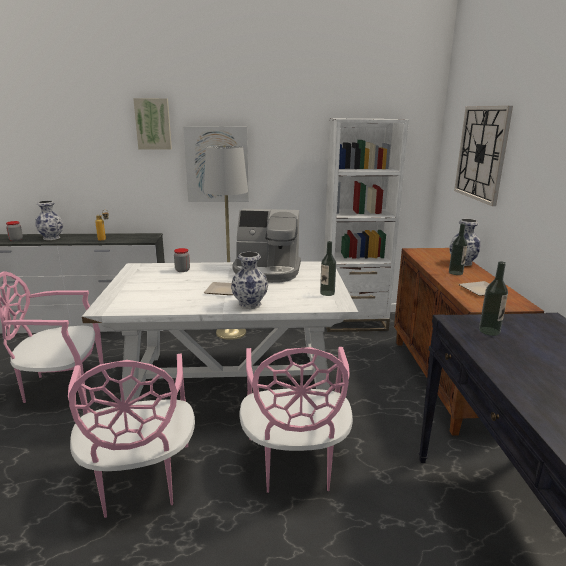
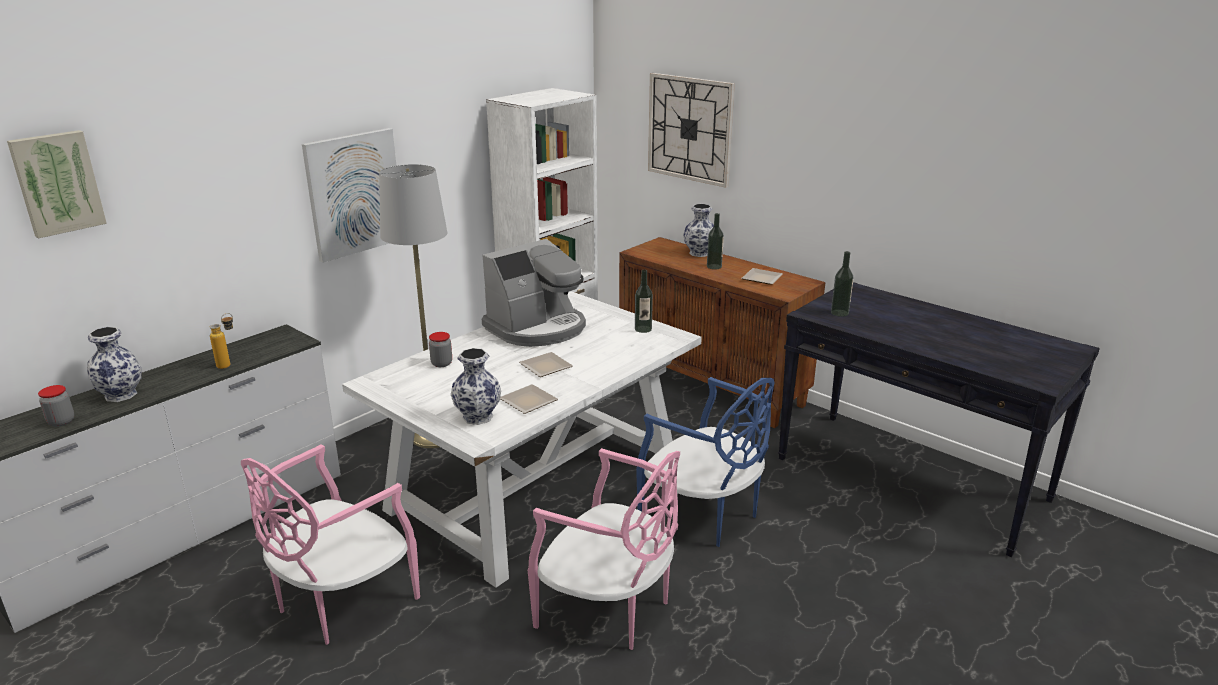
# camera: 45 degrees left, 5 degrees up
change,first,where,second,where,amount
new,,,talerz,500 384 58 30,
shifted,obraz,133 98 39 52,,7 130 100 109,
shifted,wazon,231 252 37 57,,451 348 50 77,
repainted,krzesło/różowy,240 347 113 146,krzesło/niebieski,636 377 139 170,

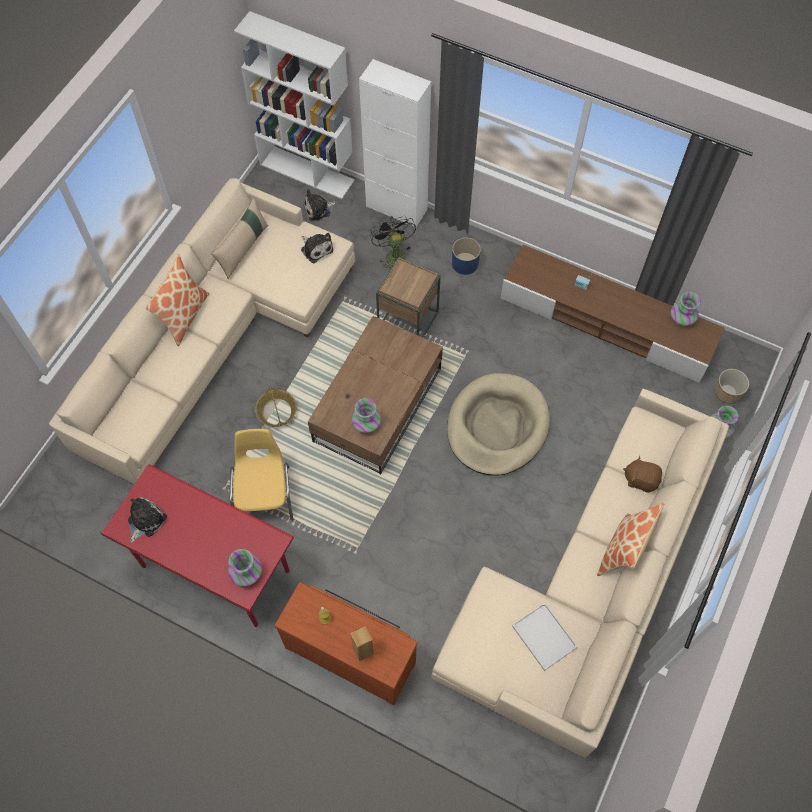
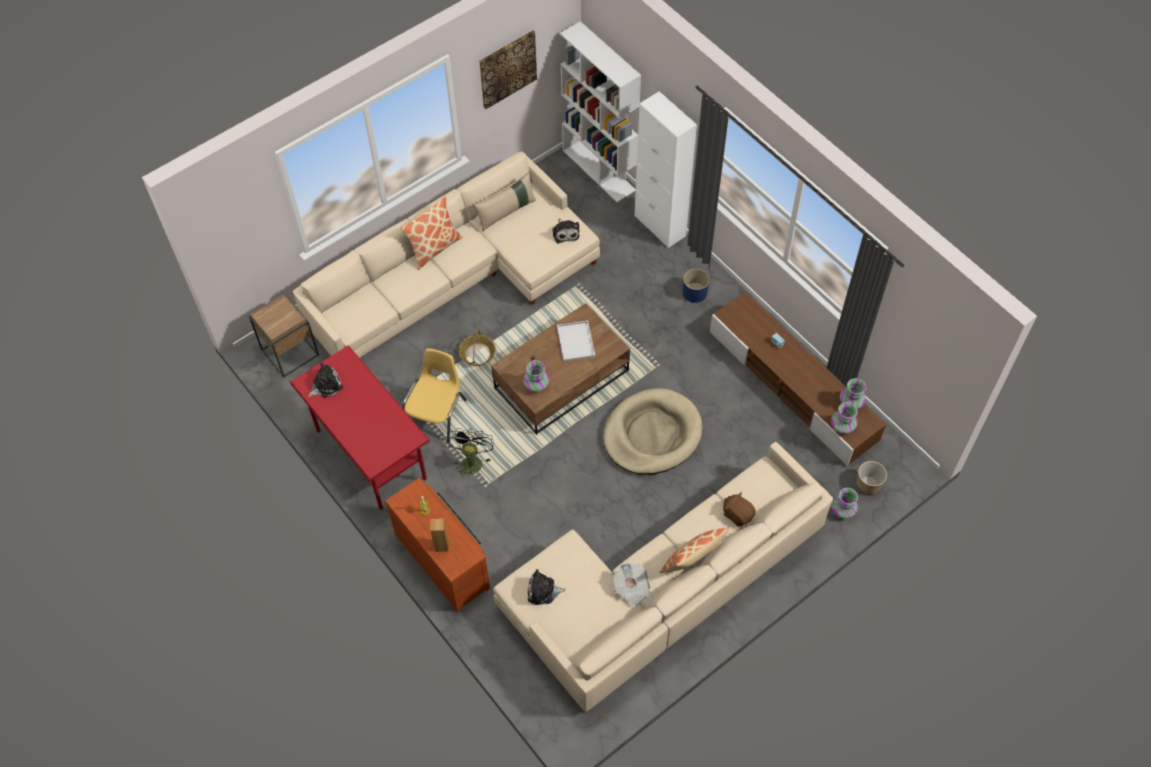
# camera: 25 degrees right, 5 degrees down
change,first,where,second,where,amount
new,,,obraz,479 30 58 79,
new,,,gazeta,614 562 37 46,
shifted,wazon,228 549 34 37,,831 402 27 32,
shifted,pluszak,304 189 33 32,,527 569 39 36,
shifted,wentylator/czarny,370 215 46 54,,447 428 47 49,
shifted,stolik/brązowy,376 258 65 80,,249 294 70 84,
shifted,taca/biały,512 603 66 68,,557 321 38 40,

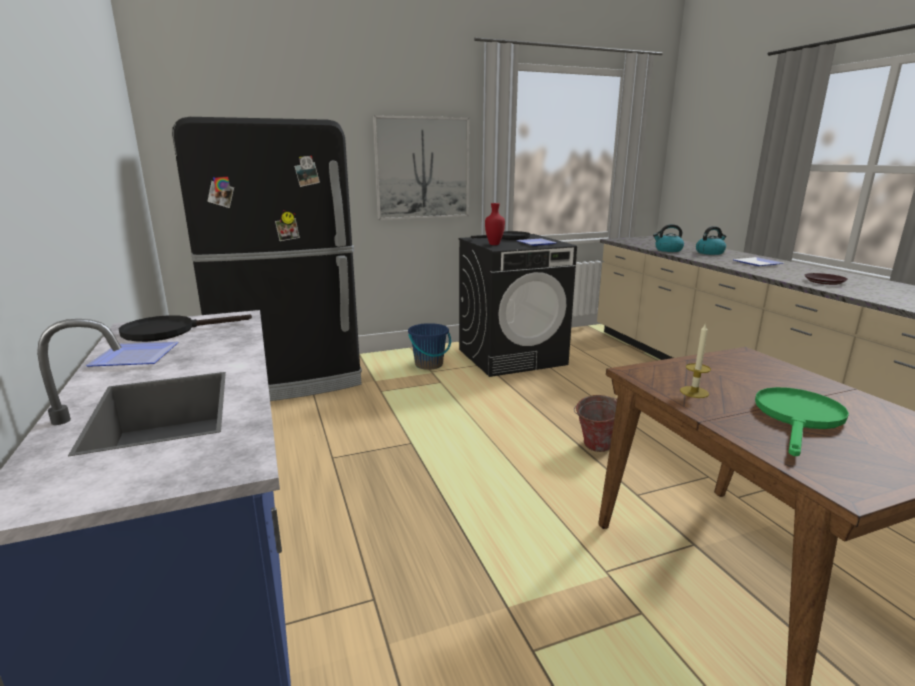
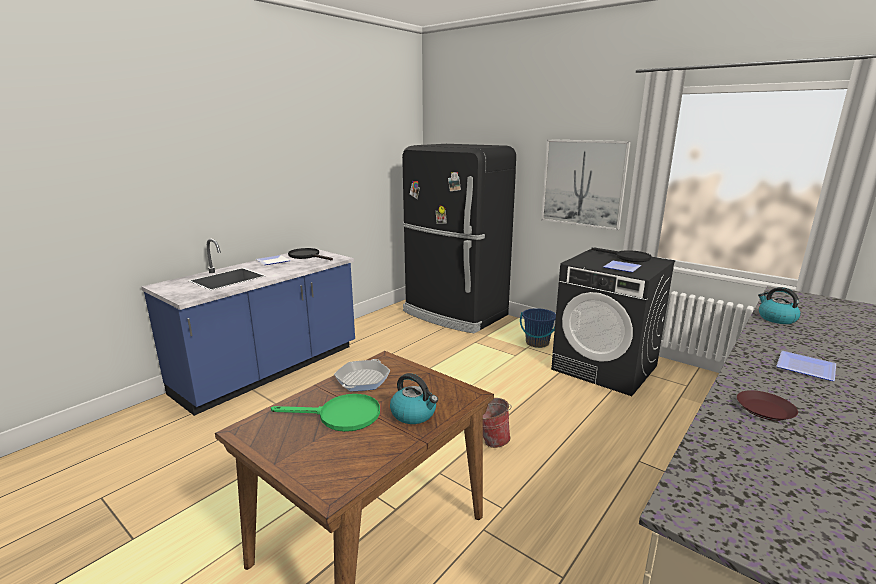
# camera: 60 degrees right, 0 degrees up
change,first,where,second,where,amount
gone,wazon/czerwony,485 203 20 42,,,
shifted,czajnik,696 226 30 29,,390 373 48 51,
swapped,świeca,680 323 31 75,patelnia,334 359 56 32,

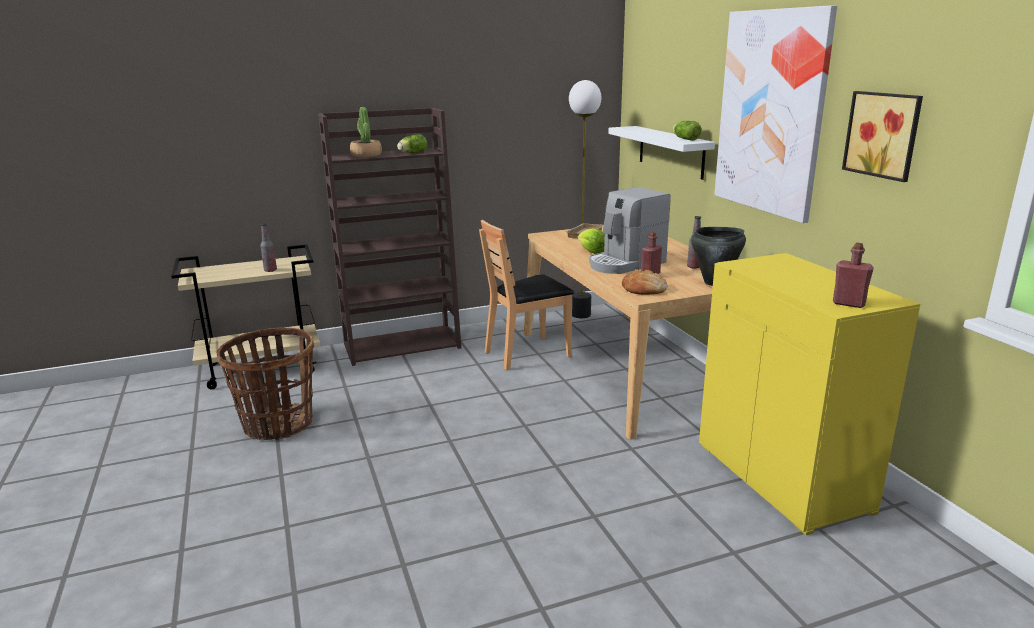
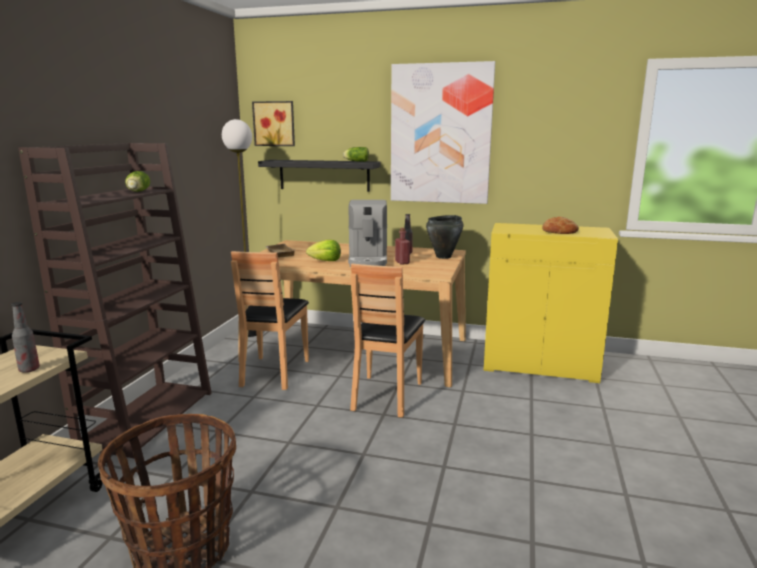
# camera: 55 degrees left, 5 degrees down
change,first,where,second,where,amount
gone,roślina doniczkowa,350 107 32 50,,,
gone,butelka/czerwony,833 243 41 65,,,
new,,,krzesło/brązowy,350 264 75 154,
shifted,chleb,622 270 46 25,,542 217 37 17,
shifted,obraz,842 91 81 91,,252 101 43 45,
repainted,półka/biały,608 126 107 54,półka/czarny,258 160 123 32,

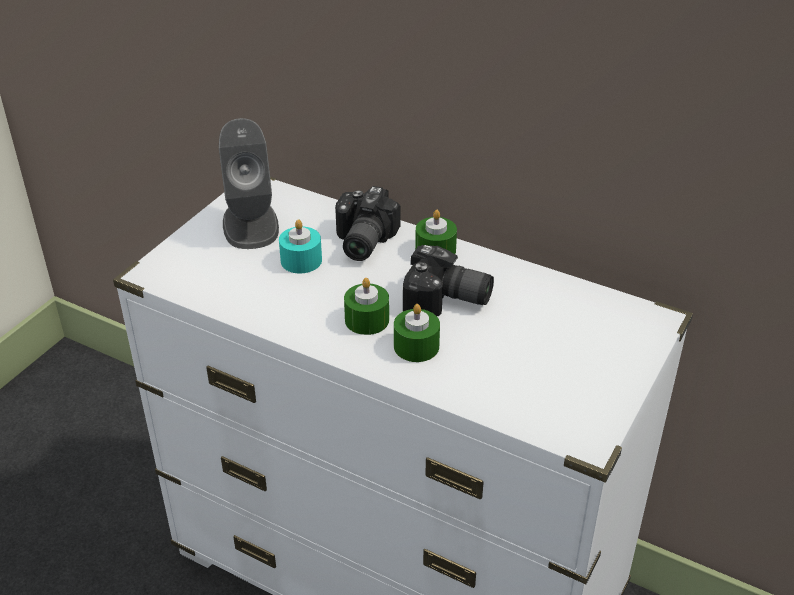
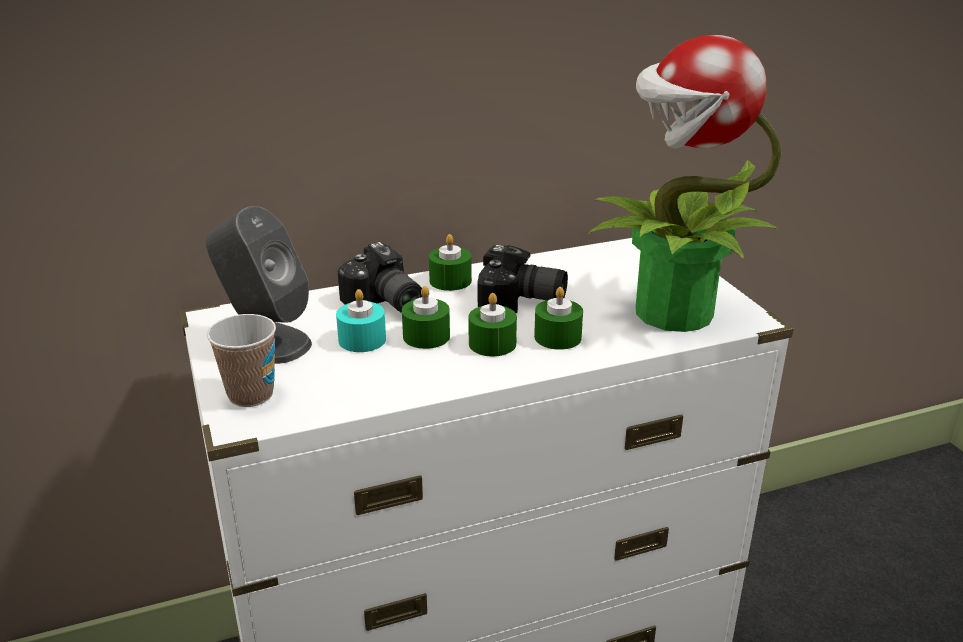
# camera: 50 degrees left, 10 degrees down
change,first,where,second,where,amount
new,,,filiżanka,207 314 69 93,
new,,,świeca/zielony,402 286 48 63,
new,,,roślina doniczkowa,589 35 192 297,
rotated,aparat fotograficzny,403 245 91 71,,477 245 91 68,45 degrees clockwise

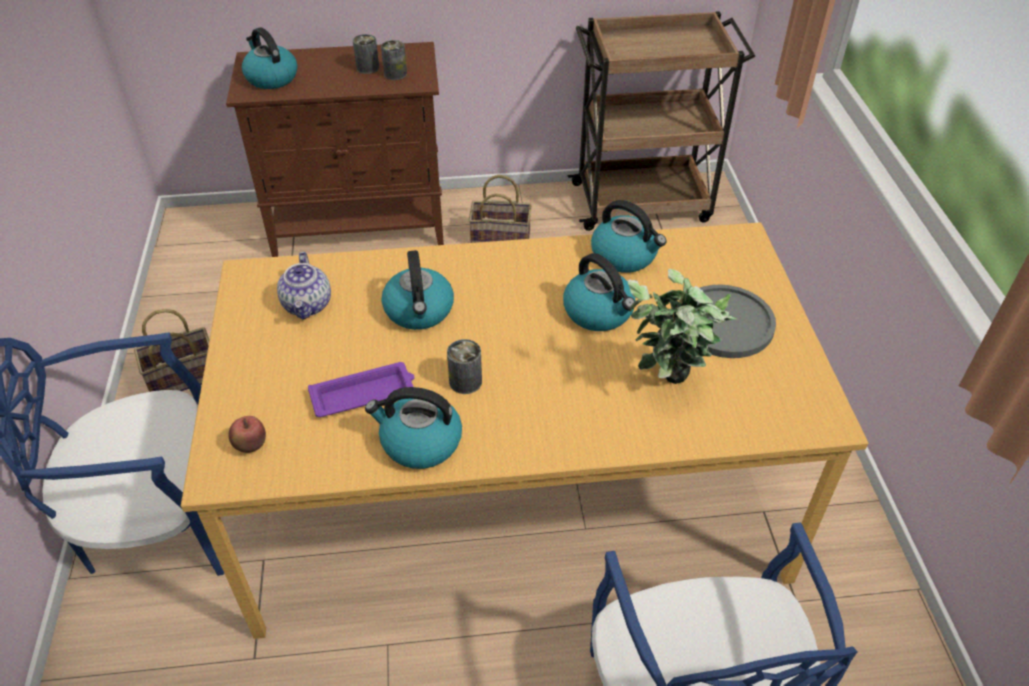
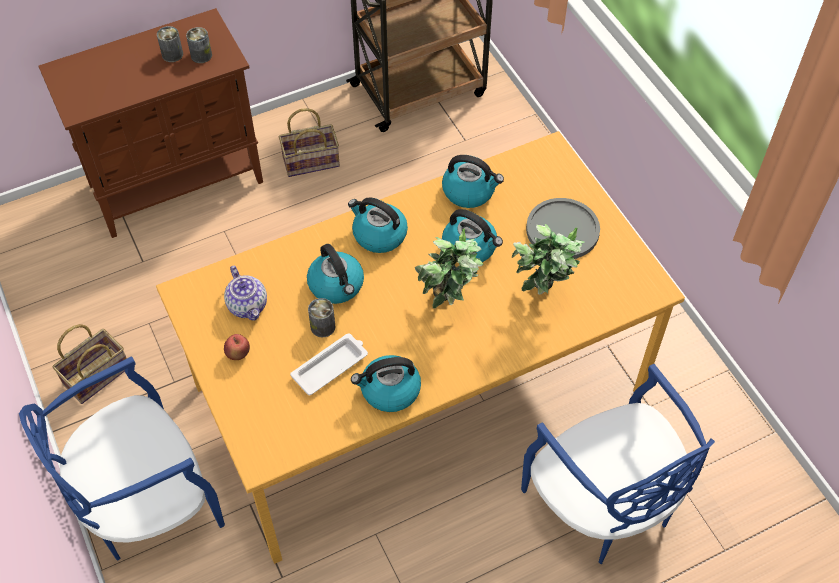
# camera: 20 degrees left, 10 degrees up
change,first,where,second,where,amount
new,,,roślina doniczkowa,415 229 68 80,
shifted,jabłko,228 416 38 37,,224 334 26 26,
shifted,czajnik,242 27 56 62,,348 197 60 56,
shifted,puszka,447 339 35 55,,308 298 27 39,
repainted,taca/fioletowy,308 362 106 55,taca/biały,290 333 78 62,

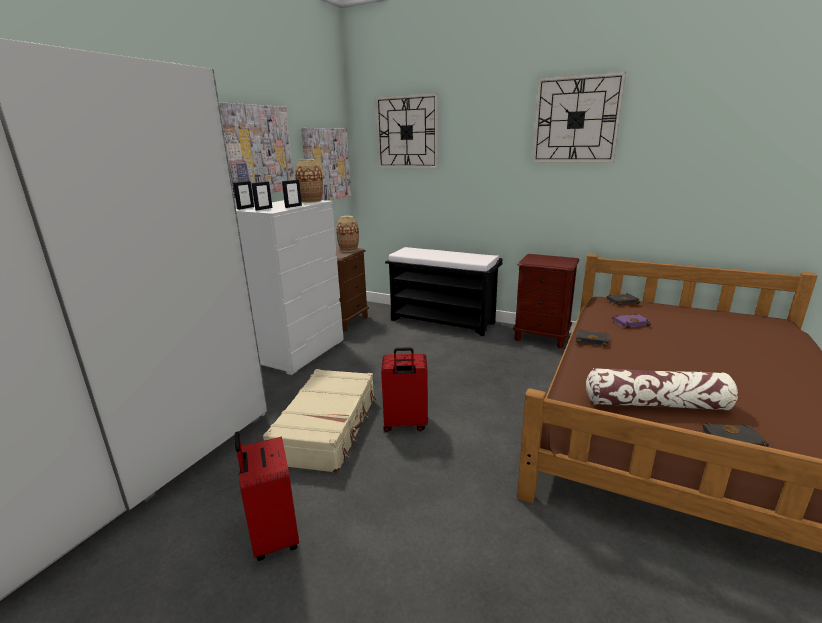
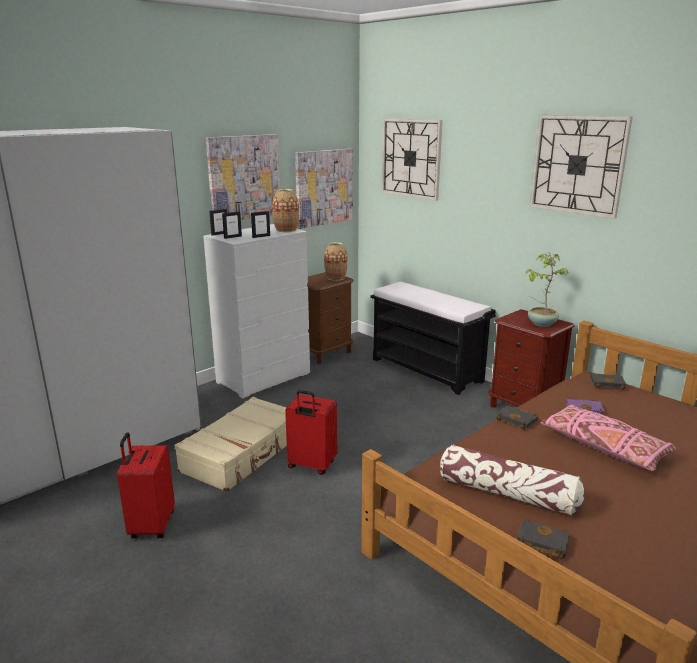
# camera: 20 degrees right, 0 degrees up
change,first,where,second,where,amount
new,,,roślina doniczkowa,526 252 42 75,
new,,,poduszka/różowy,540 405 137 66,

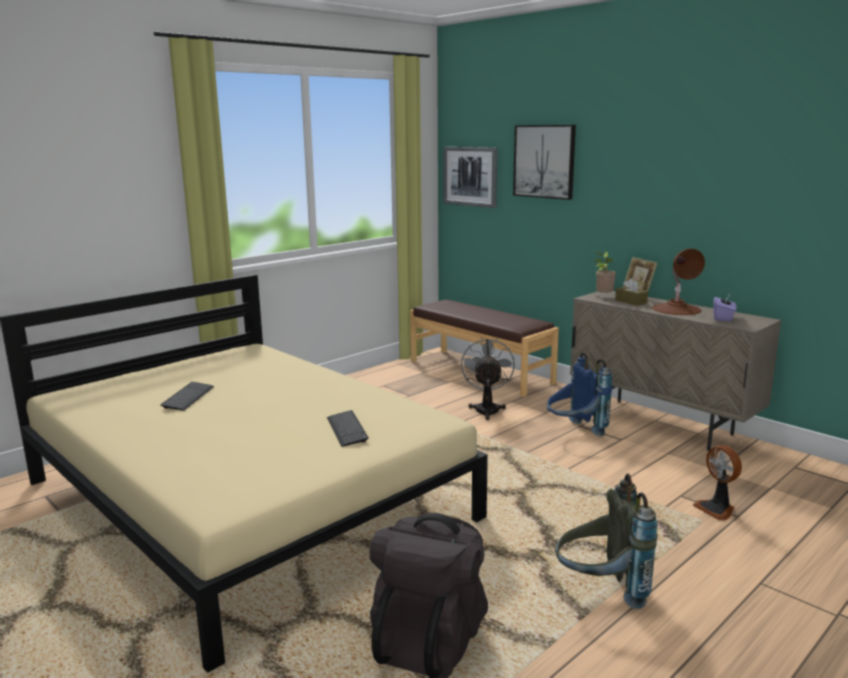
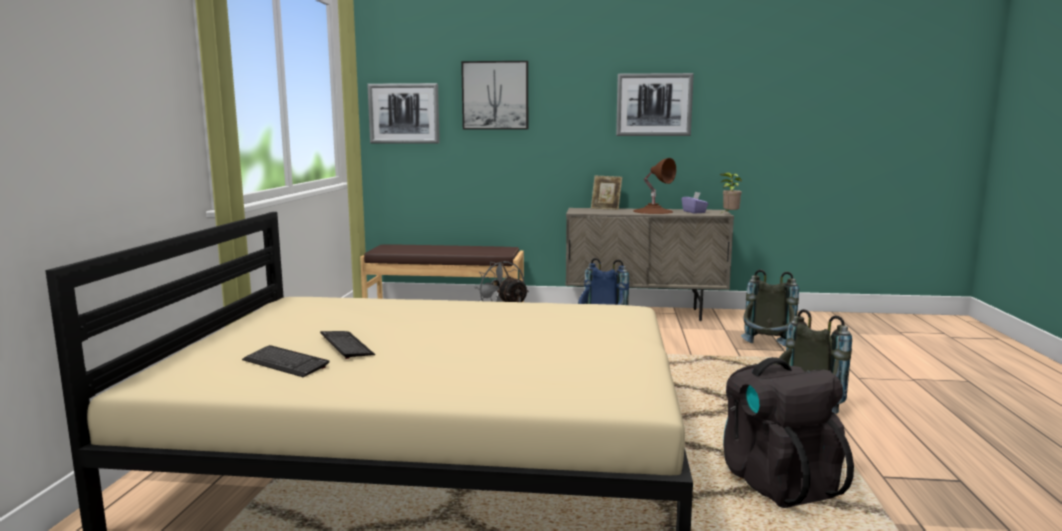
# camera: 40 degrees left, 5 degrees down
change,first,where,second,where,amount
gone,pudełko chusteczek/brązowy,615 278 33 28,,,
new,,,obraz,616 73 78 63,
shifted,klawiatura,327 410 41 37,,242 345 88 32,
shifted,roślina doniczkowa,595 252 21 42,,720 173 22 41,
swapped,wentylator,693 445 49 75,plecak/szary,741 270 58 77,

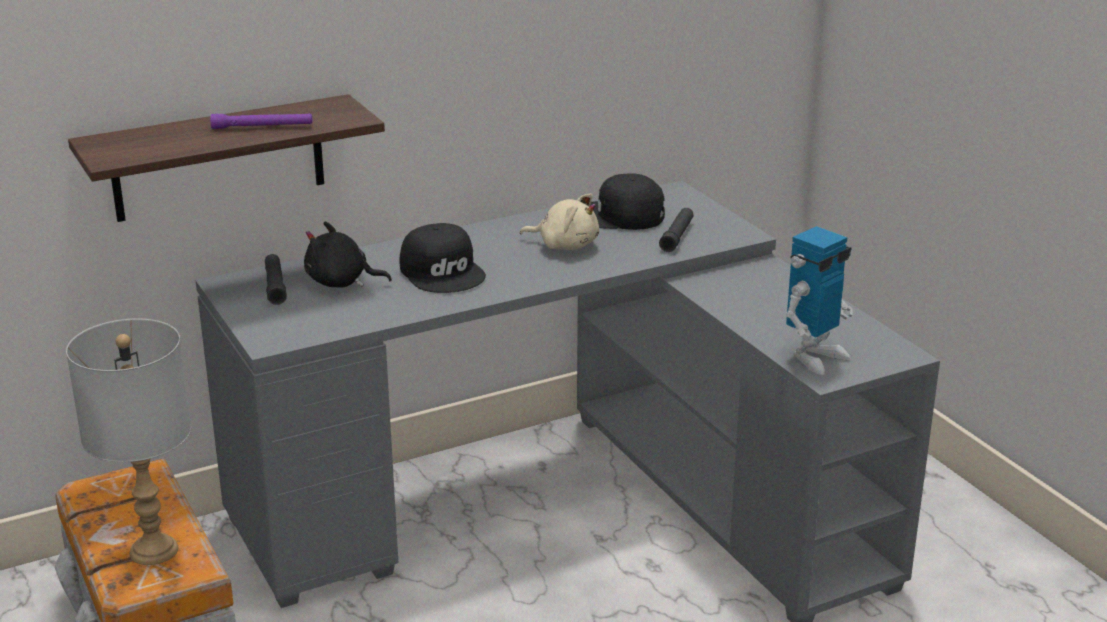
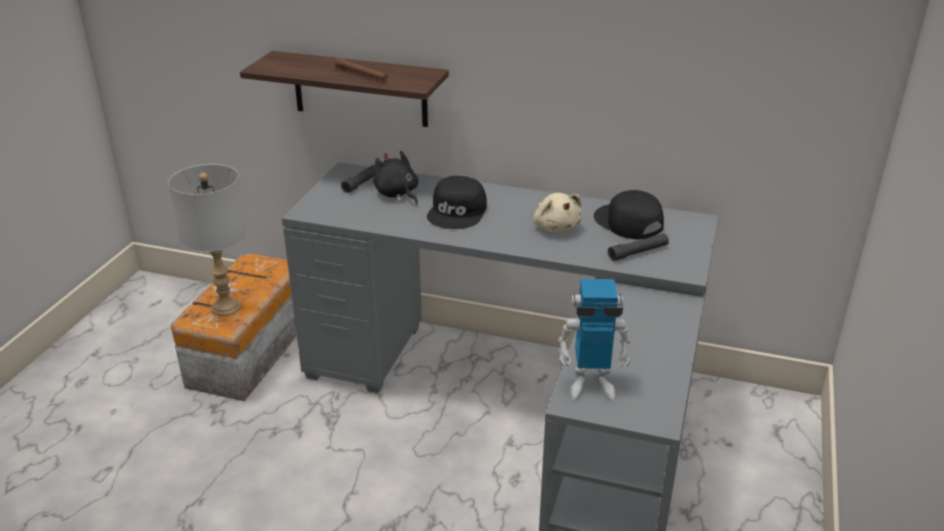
# camera: 45 degrees right, 5 degrees up
change,first,where,second,where,amount
repainted,latarka/fioletowy,210 114 102 15,latarka/brązowy,335 57 53 24,

